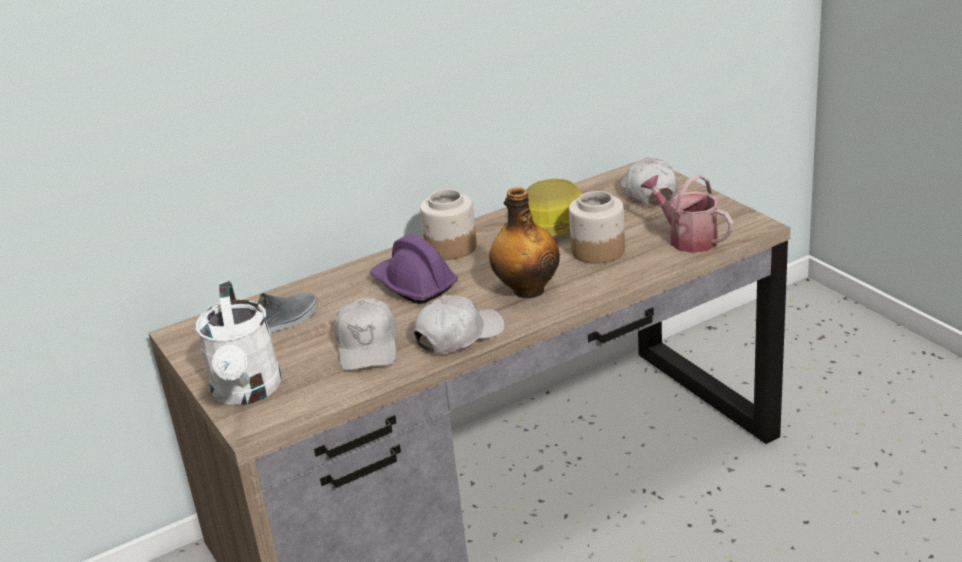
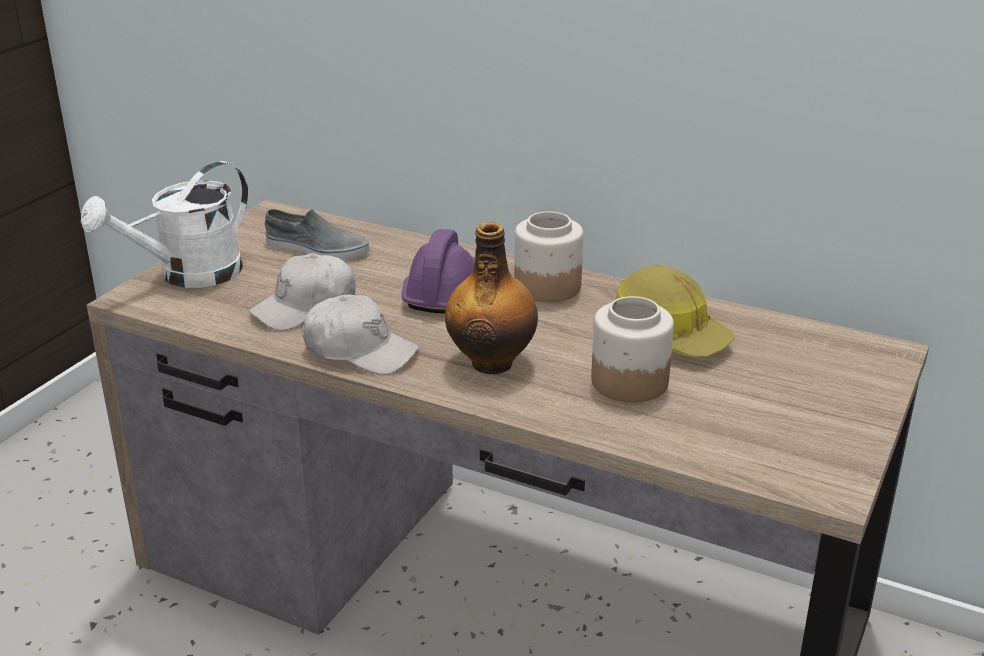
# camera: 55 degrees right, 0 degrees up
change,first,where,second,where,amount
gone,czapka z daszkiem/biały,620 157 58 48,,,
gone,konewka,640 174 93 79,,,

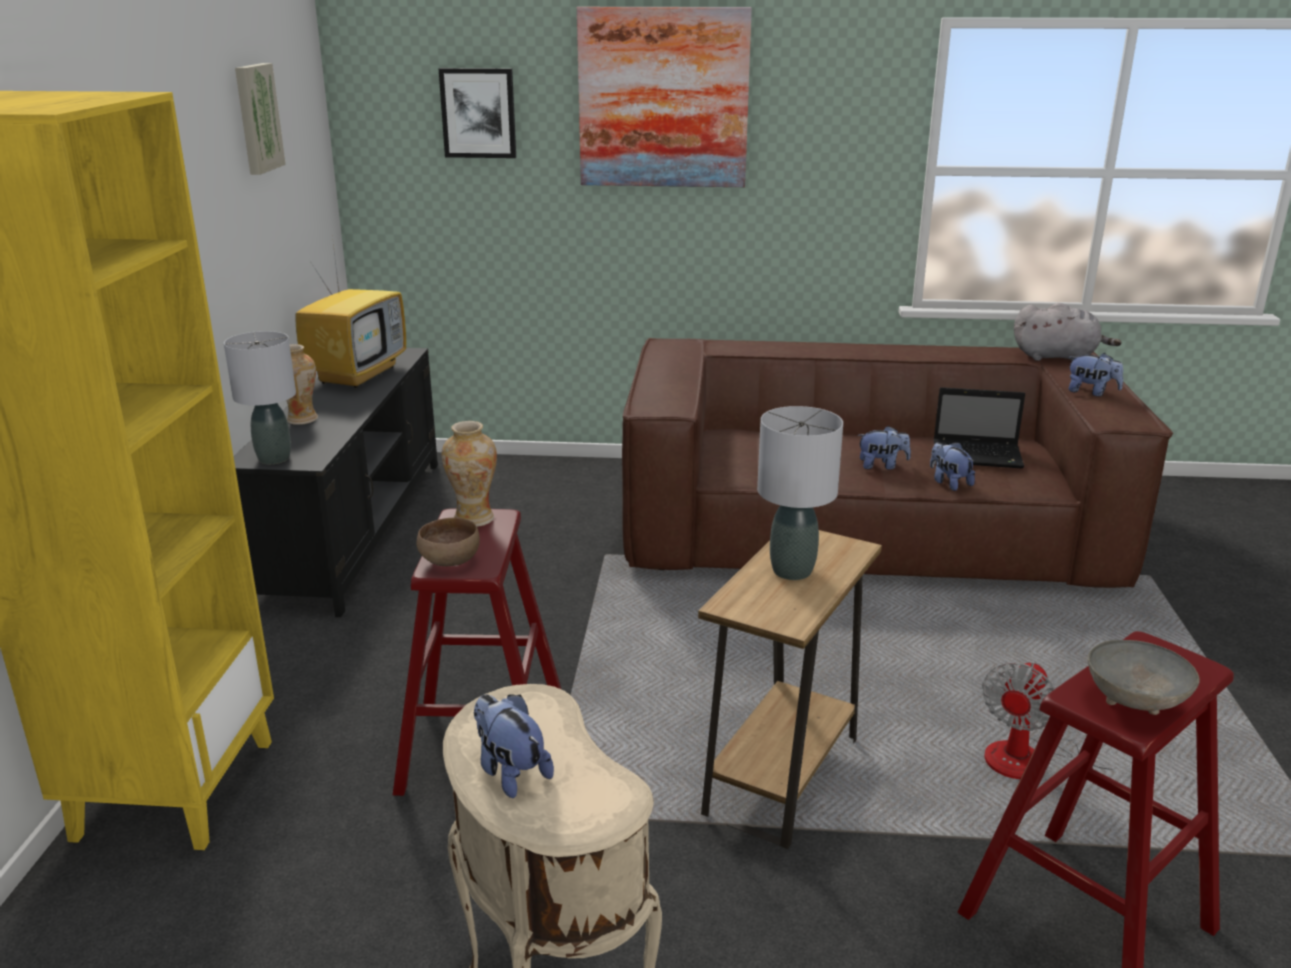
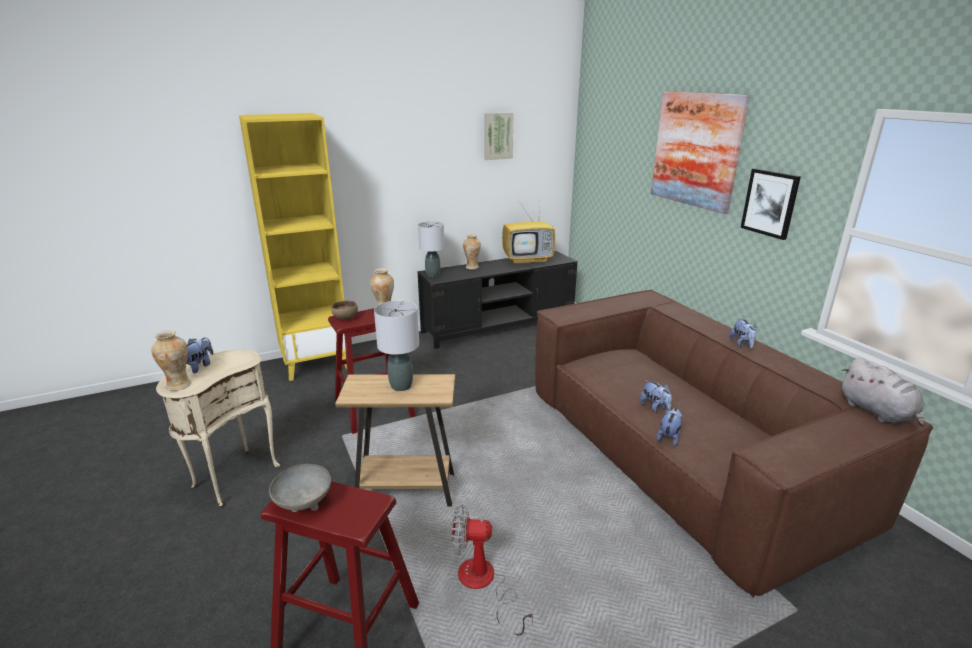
# camera: 60 degrees right, 0 degrees up
change,first,where,second,where,amount
gone,laptop,933 387 92 82,,,
new,,,wazon,151 330 40 61,
shifted,obraz,438 68 78 90,,740 168 61 72,
shifted,pluszak,1069 353 54 44,,729 318 28 31,

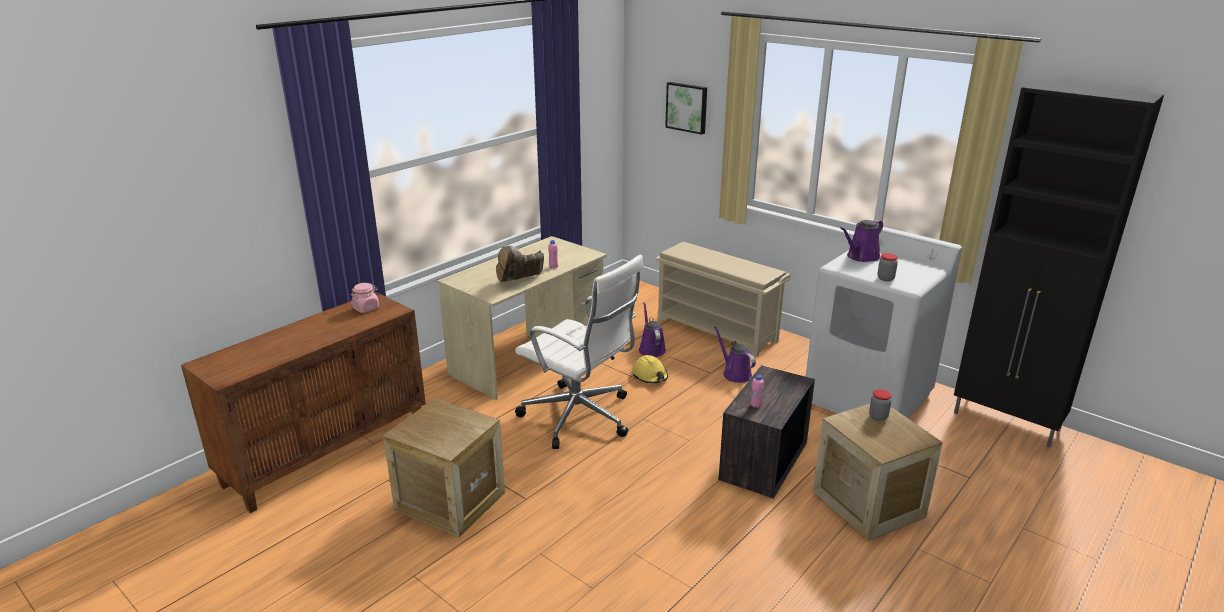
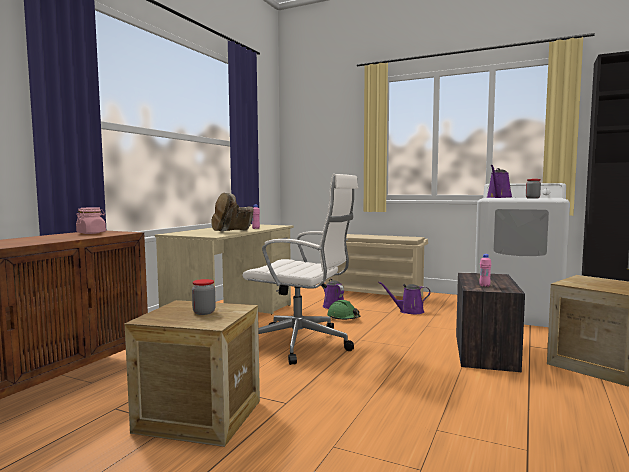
# camera: 15 degrees left, 20 degrees down
change,first,where,second,where,amount
gone,obraz,665 82 42 53,,,
shifted,słoik,869 389 23 32,,192 279 24 36,
repainted,kask/żółty,633 355 35 28,kask/zielony,327 300 33 20,
rotated,konewka/fioletowy,714 326 42 57,,378 282 53 32,45 degrees counterclockwise

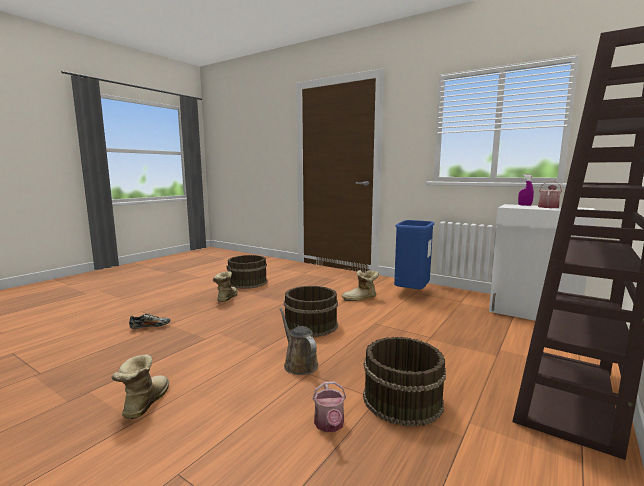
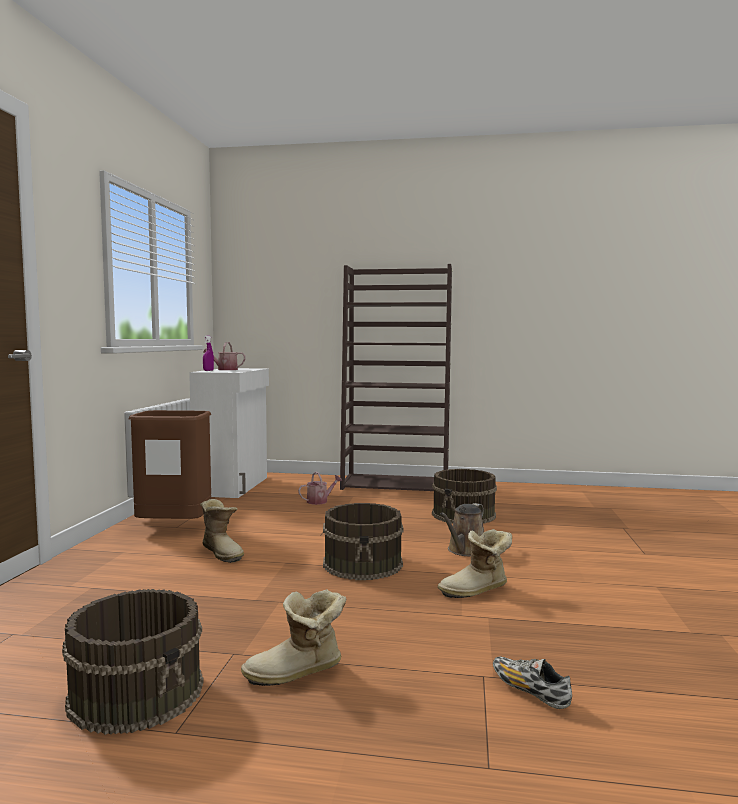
# camera: 115 degrees left, 5 degrees down
change,first,where,second,where,amount
shifted,but z cholewką,111 354 58 65,,438 529 74 69,
shifted,konewka,312 381 34 51,,298 472 44 33,
repainted,kosz na śmieci/niebieski,394 220 40 69,kosz na śmieci/brązowy,129 410 82 109,

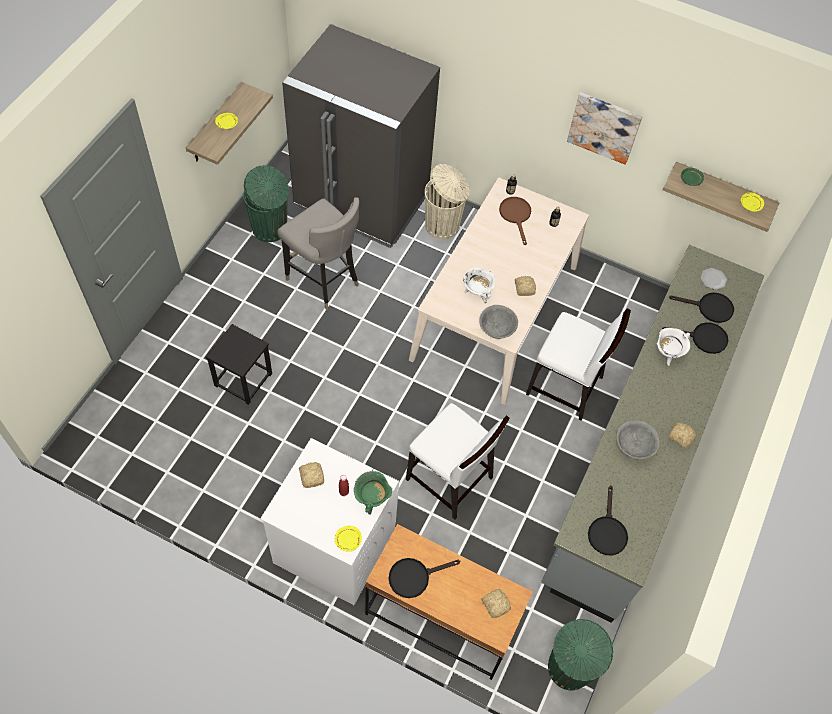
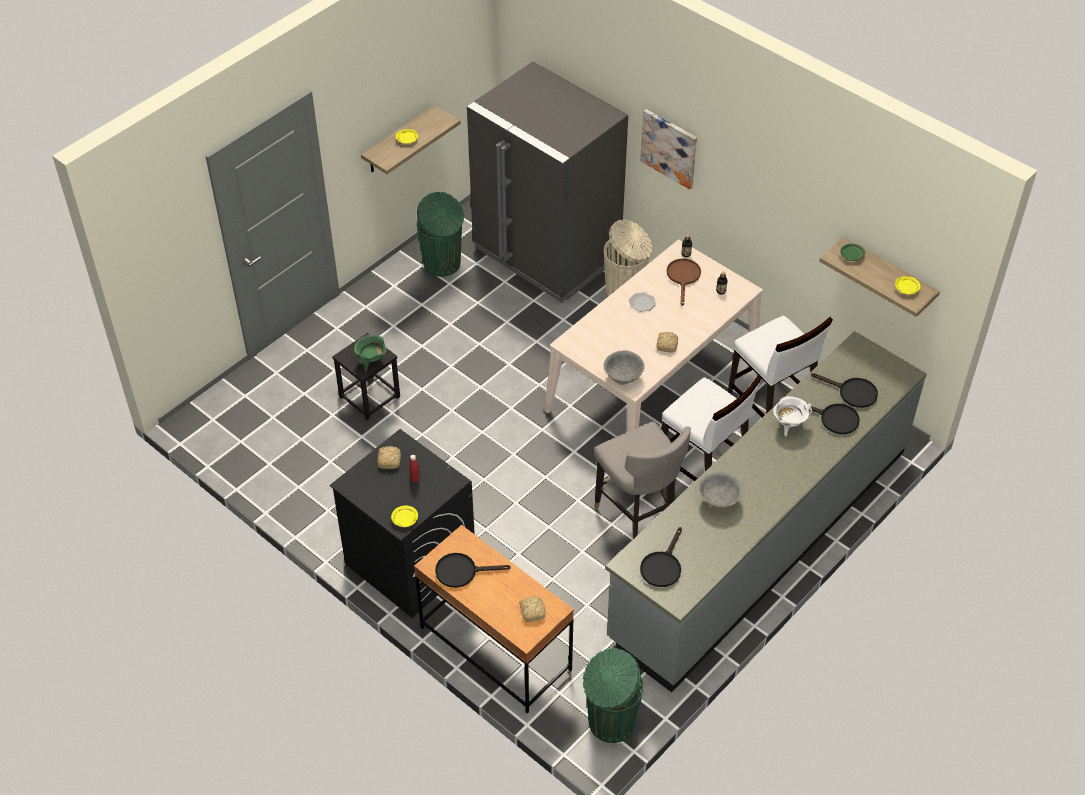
# camera: 20 degrees right, 10 degrees down
change,first,where,second,where,amount
gone,garnek/biały,463 268 32 35,,,
gone,chleb,668 422 28 26,,,
shifted,stołek/szary,277 197 82 113,,594 422 97 117,
shifted,garnek/zielony,354 471 38 44,,354 335 33 37,
shifted,krzesło/biały,406 403 104 117,,728 315 105 102,
shifted,obraz,567 92 76 73,,640 109 57 80,
shifted,talerz,701 268 26 22,,629 292 27 20,
repainted,pralka/biały,260 438 139 167,pralka/czarny,330 429 145 189,

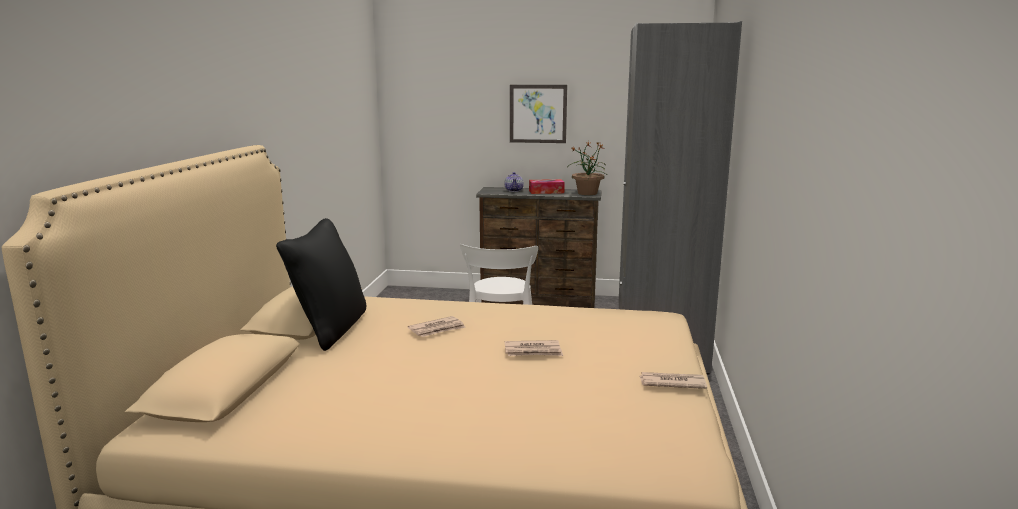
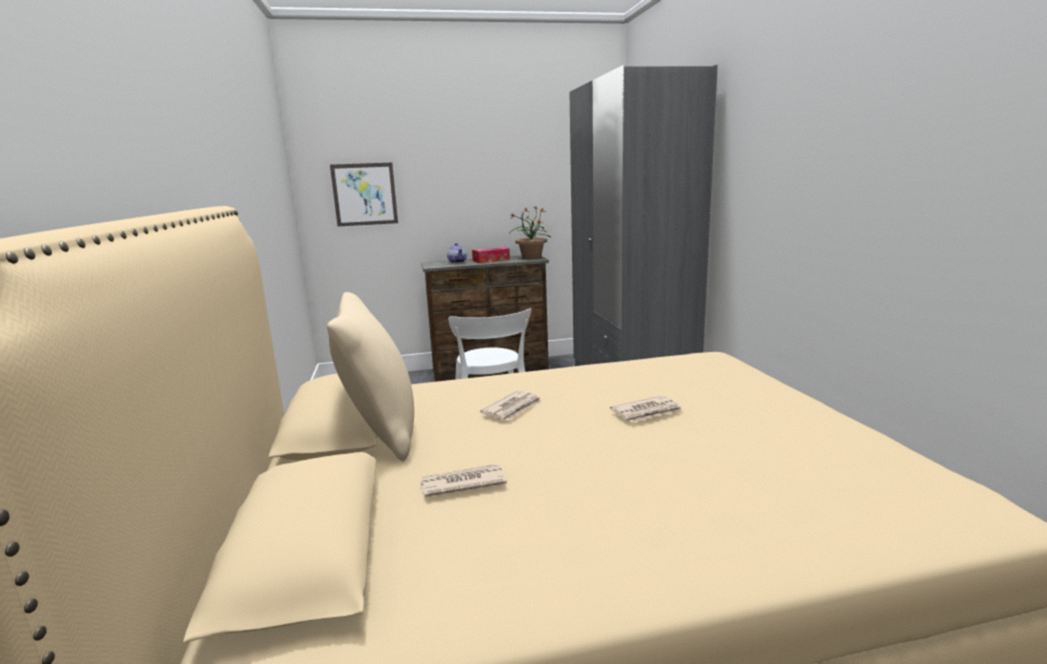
# camera: 20 degrees left, 0 degrees up
change,first,where,second,where,amount
shifted,obraz,510 85 57 58,,330 163 68 63,
shifted,gazeta,640 372 67 17,,420 464 87 33,
repainted,poduszka/czarny,276 218 90 133,poduszka/beżowy,327 292 87 169,

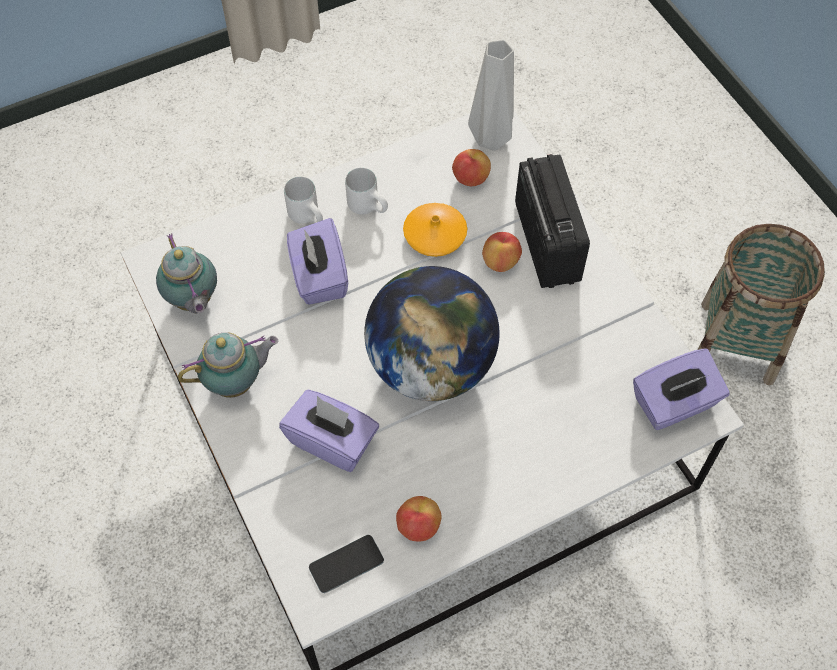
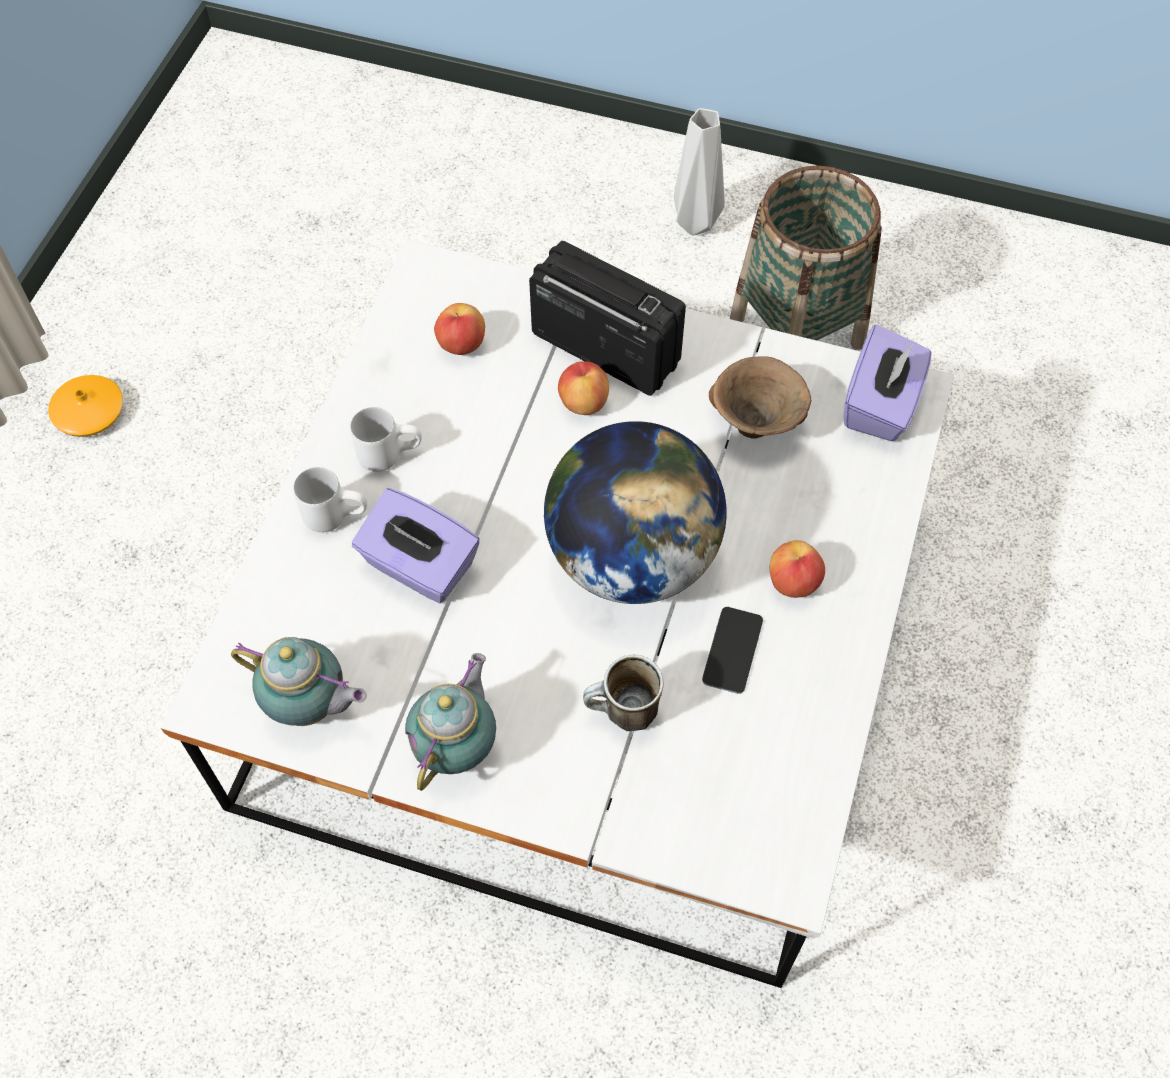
# camera: 45 degrees left, 0 degrees up
change,first,where,second,where,amount
new,,,miska/brązowy,709 356 102 83,
shifted,telefon,309 535 75 58,,702 607 61 87,
shifted,jabłko,396 496 45 46,,770 540 55 58,
shifted,wazon/pomarańczowy,403 203 64 54,,48 375 75 62,
shifted,wazon/szary,468 40 46 111,,674 108 51 128,
swapped,pudełko chusteczek/fioletowy,279 390 100 82,kubek,583 655 81 76,

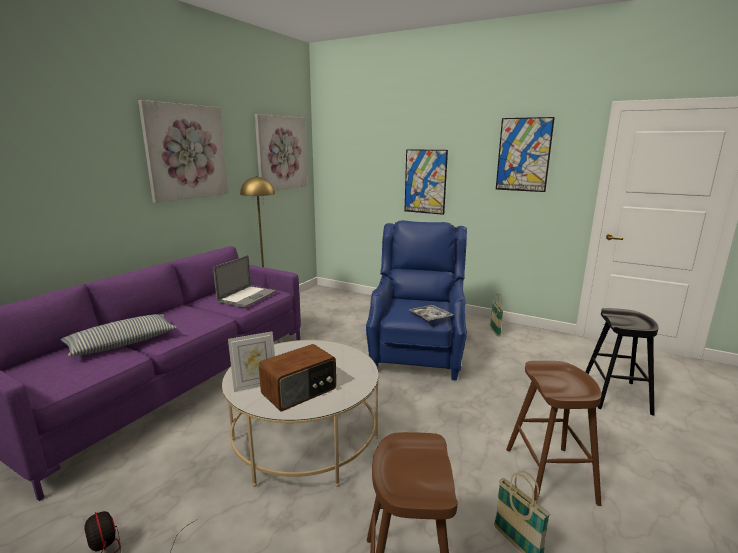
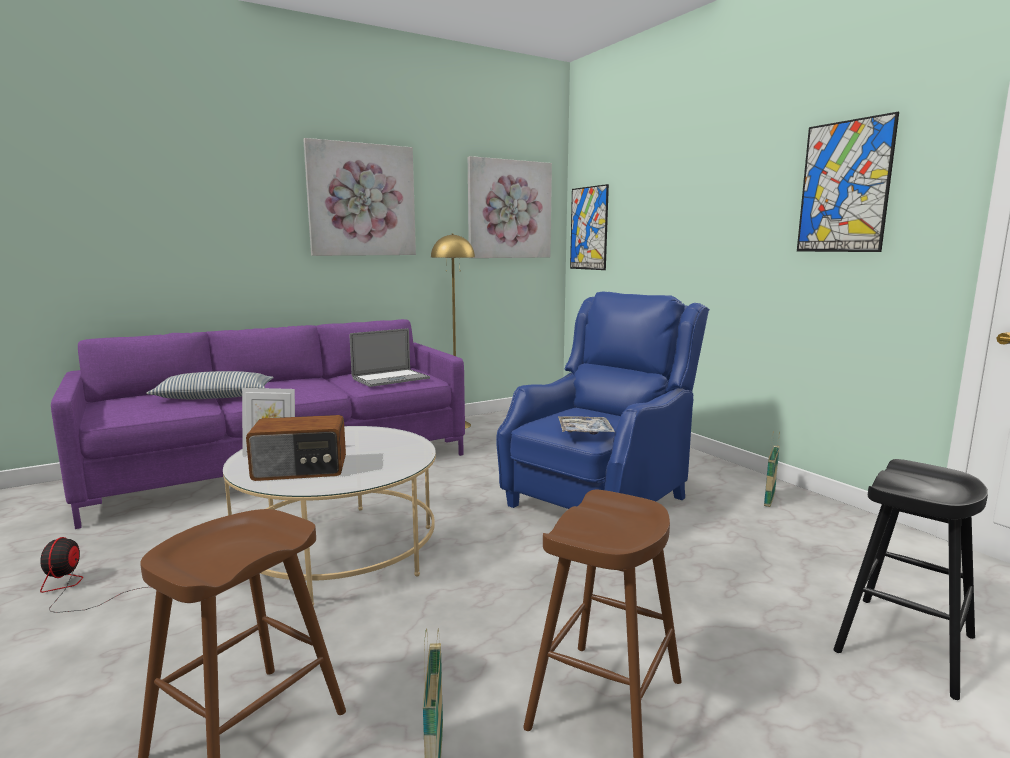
# camera: 30 degrees right, 5 degrees down
change,first,where,second,where,amount
shifted,obraz,405 149 43 66,,570 184 39 86,

